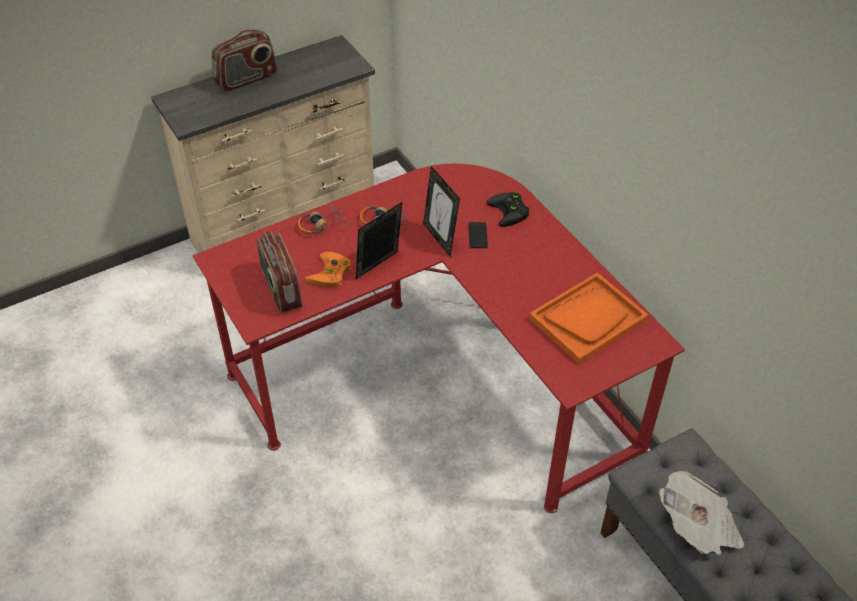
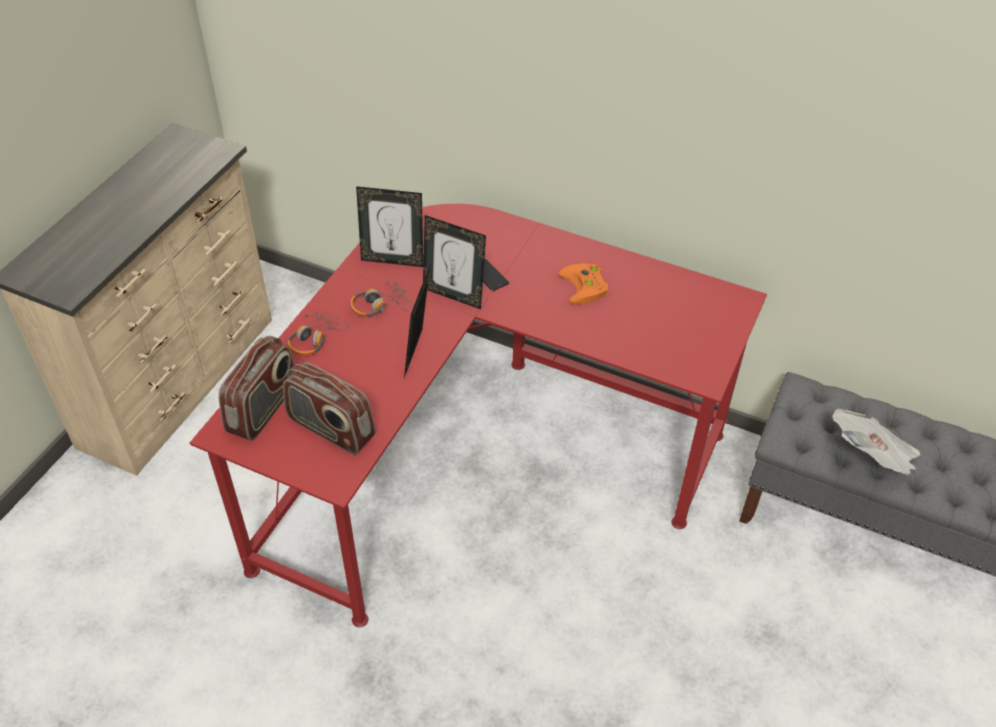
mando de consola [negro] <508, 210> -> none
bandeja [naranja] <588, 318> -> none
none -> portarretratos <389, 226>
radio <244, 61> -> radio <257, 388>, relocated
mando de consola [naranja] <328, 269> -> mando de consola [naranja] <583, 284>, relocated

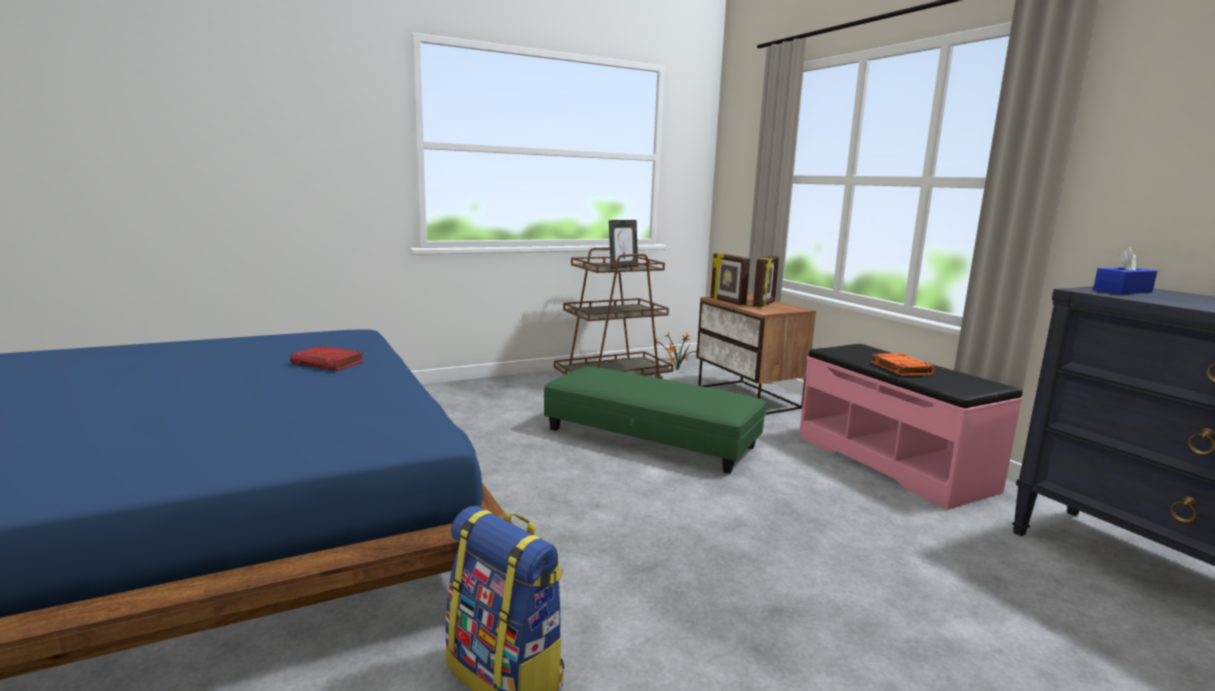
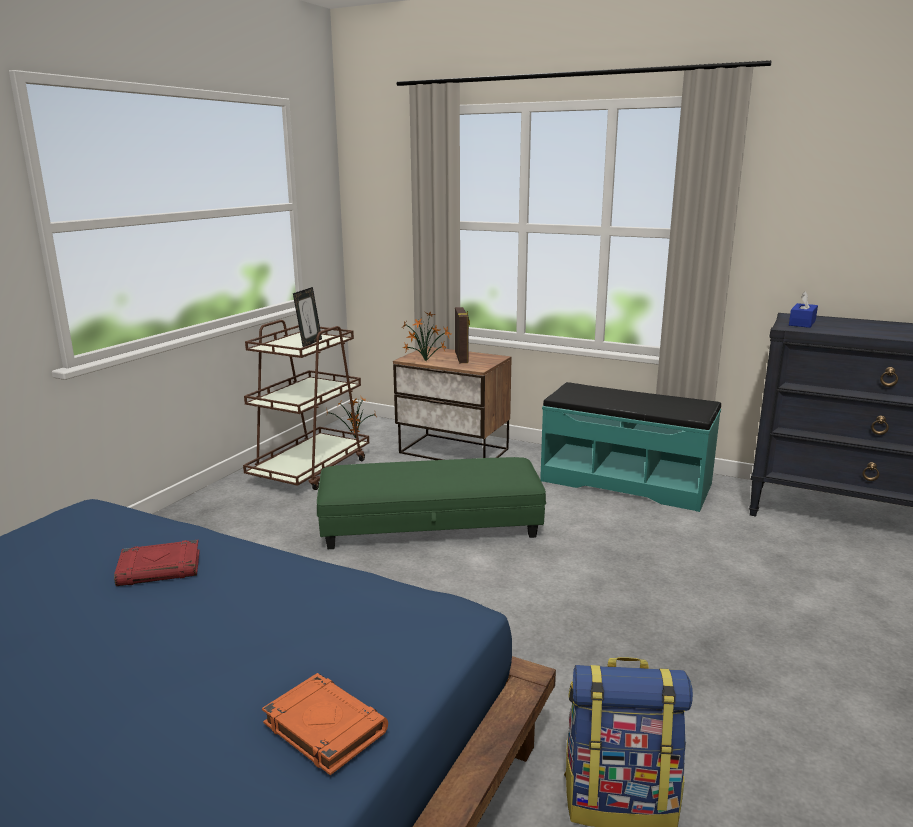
libro [naranja] <903, 364> -> libro [naranja] <325, 724>, relocated
portarretratos <730, 279> -> planta en maceta <426, 336>
banco [rosa] <911, 427> -> banco [turquesa] <630, 447>

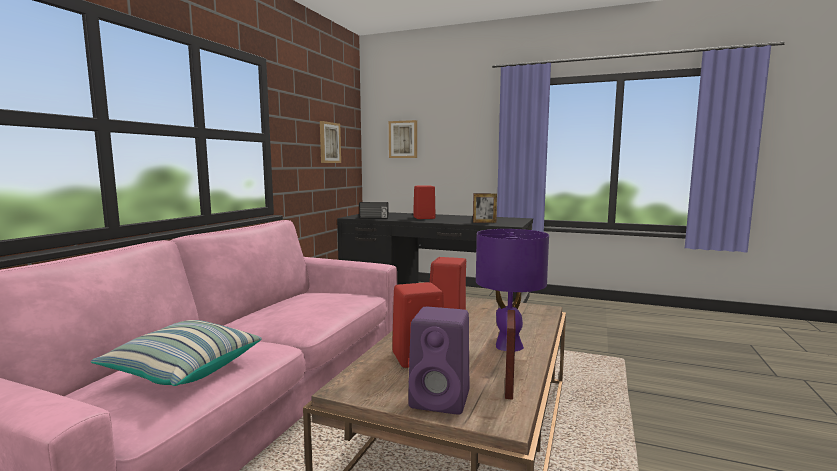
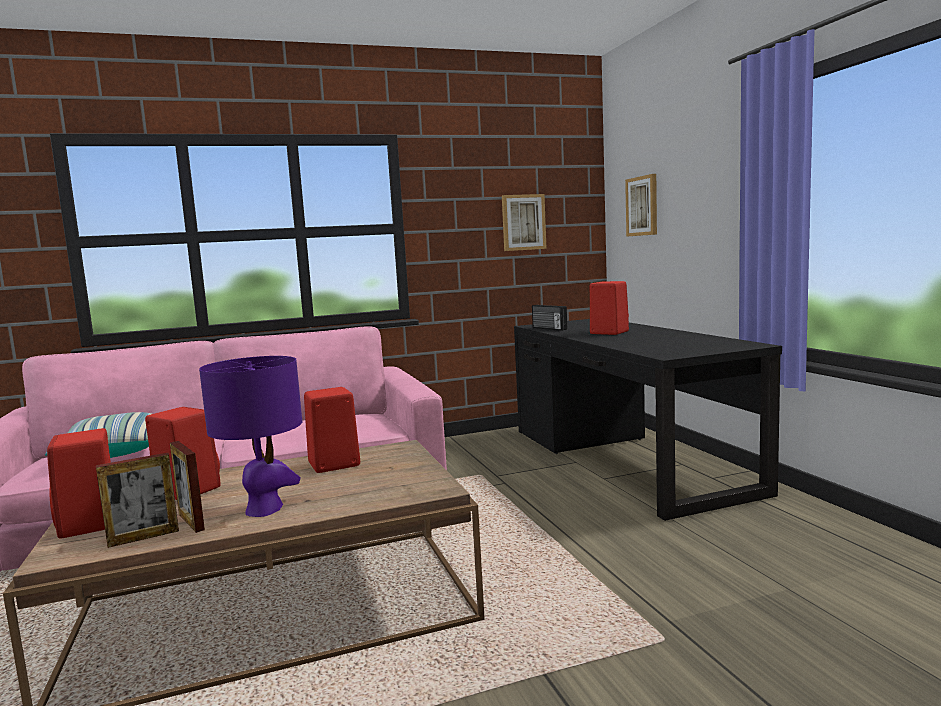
portarretratos <485, 208> -> portarretratos <187, 487>, relocated
altavoz [morado] <438, 361> -> altavoz [rojo] <79, 483>

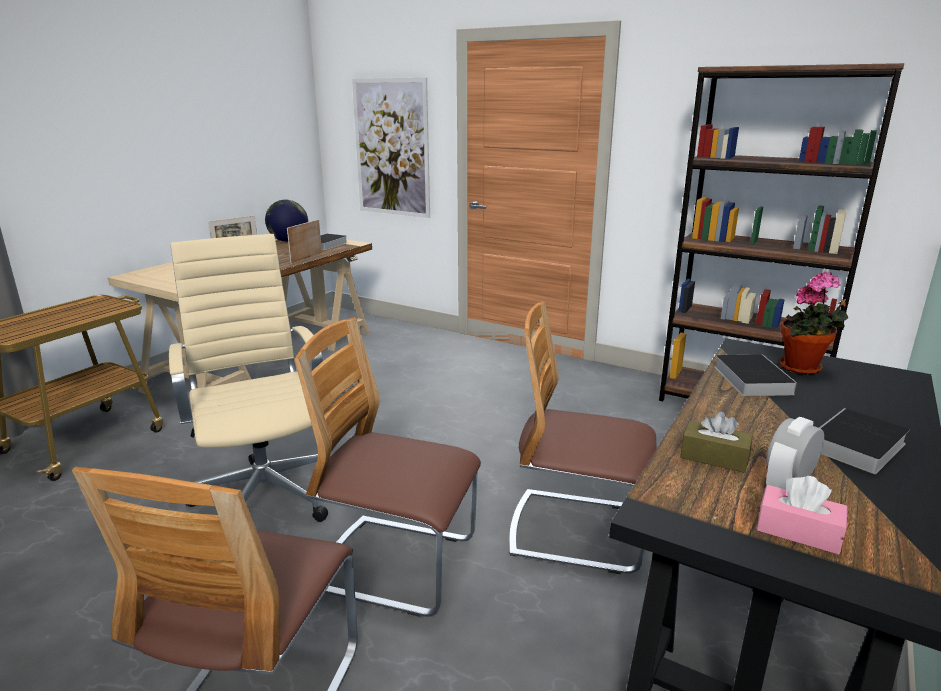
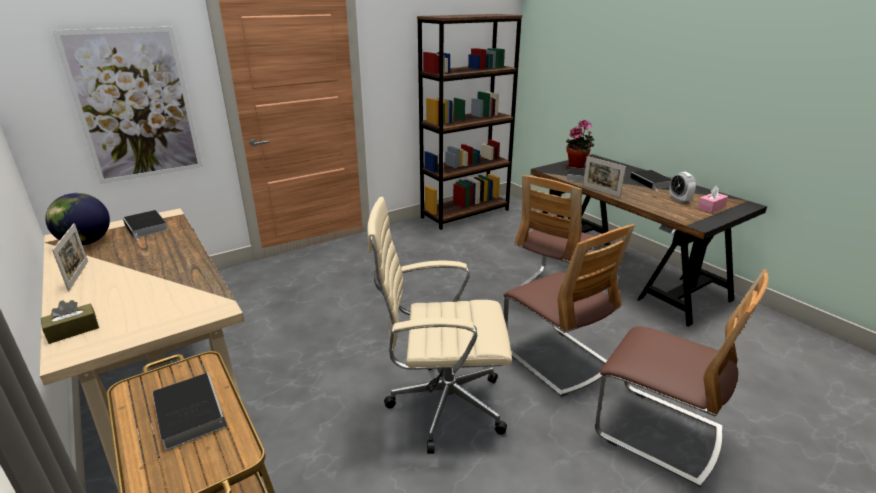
none -> libro <189, 411>
portarretratos <304, 241> -> portarretratos <604, 176>, relocated
caja de pañuelos [marrón] <716, 442> -> caja de pañuelos [marrón] <70, 322>, relocated
silla <387, 467> -> silla <569, 310>, 75 degrees counterclockwise

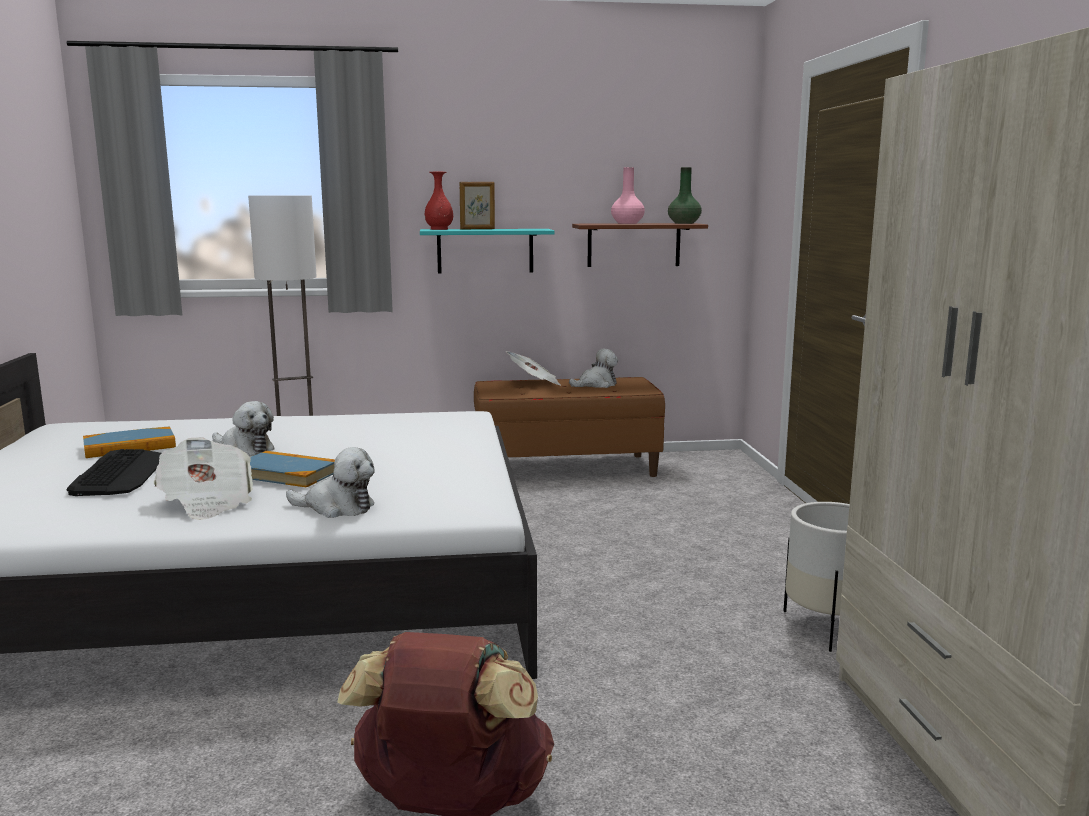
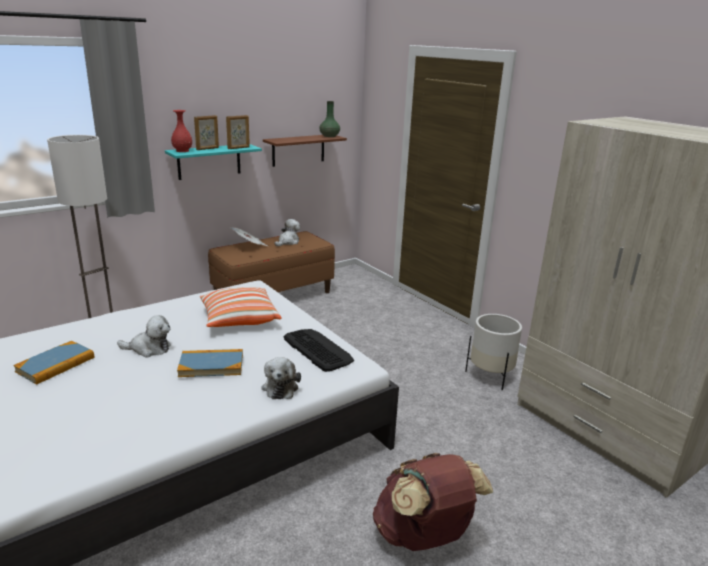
periódico <203, 478> -> none
florero [rosa] <628, 195> -> none
none -> cojín <241, 307>
none -> portarretratos <238, 132>
teclado <114, 472> -> teclado <318, 350>, relocated
peluche <330, 482> -> peluche <281, 378>, 105 degrees clockwise

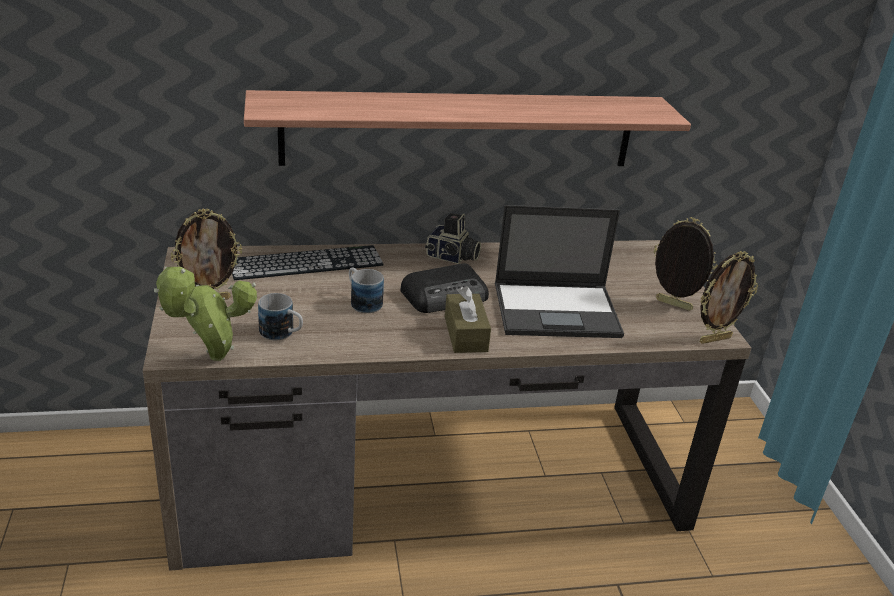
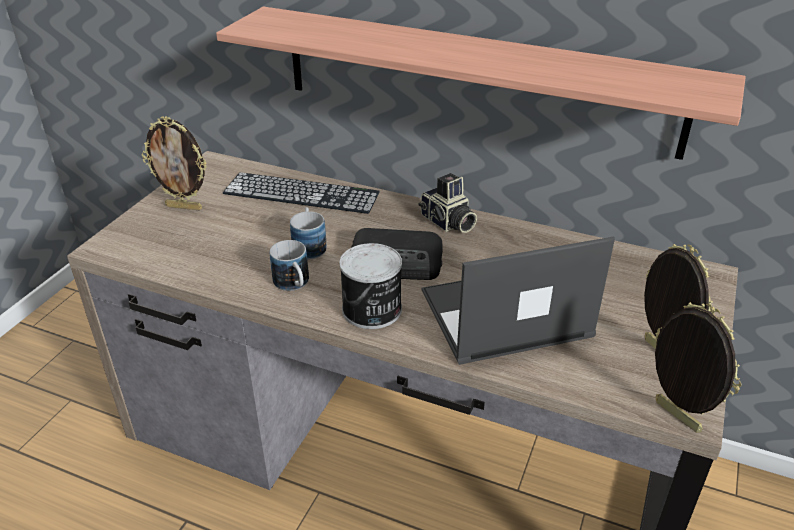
planta en maceta <205, 314> -> none
taza grande <280, 316> -> taza grande <289, 265>, relocated
caja de pañuelos [marrón] <468, 319> -> lata <370, 286>
portátil <559, 271> -> portátil <518, 301>, 135 degrees clockwise
portarretratos <729, 297> -> portarretratos <698, 367>, 135 degrees counterclockwise

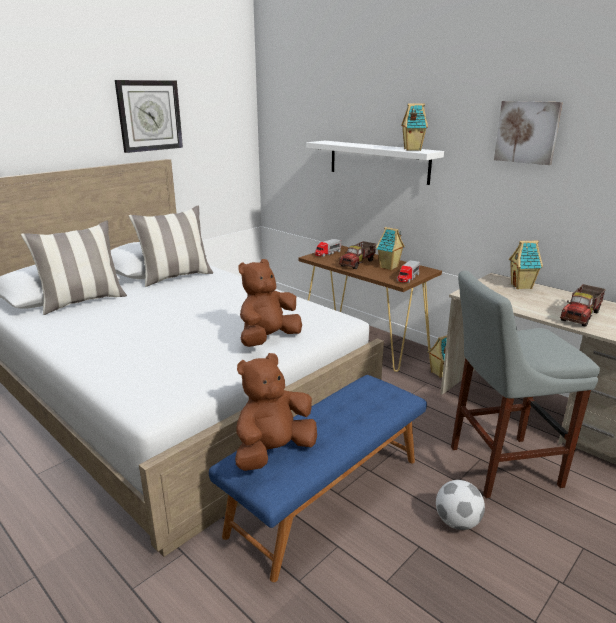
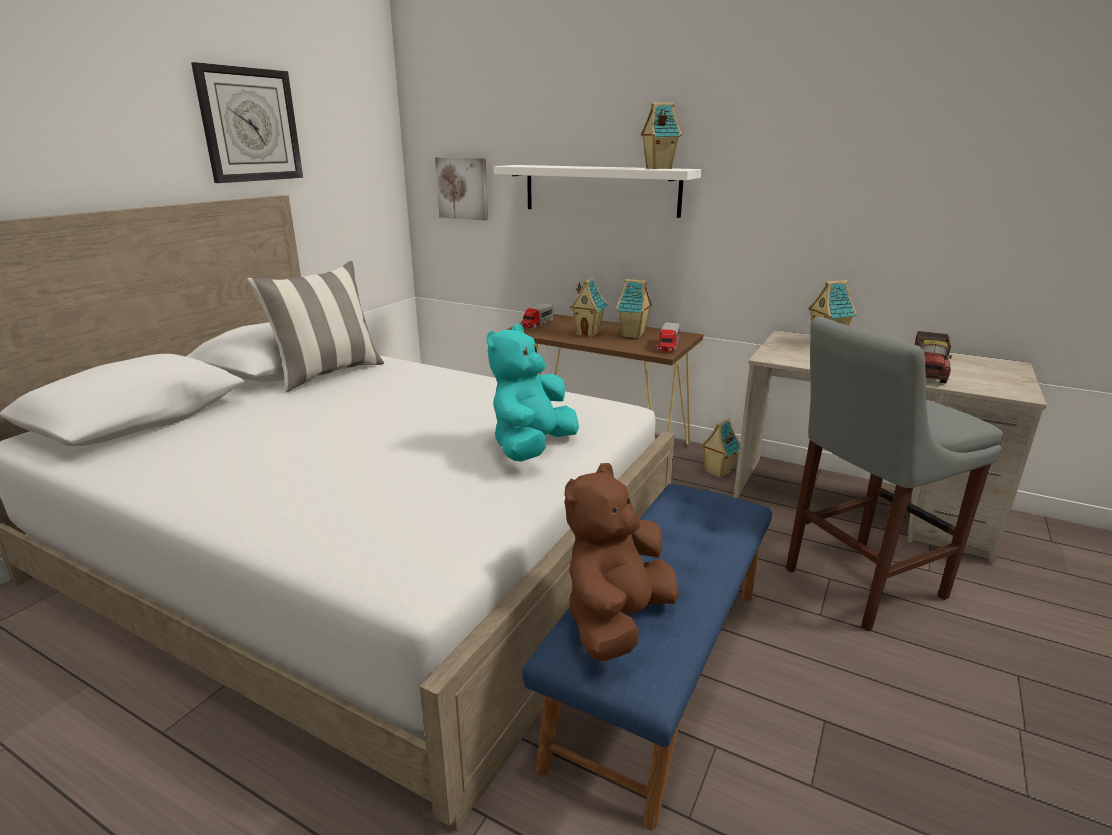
cojín <74, 268> -> none
balón de fútbol <460, 505> -> none
cuadro <528, 133> -> cuadro <461, 188>, relocated
camión de juguete <357, 255> -> casita <588, 307>
peluche [marrón] <270, 303> -> peluche [turquesa] <533, 393>

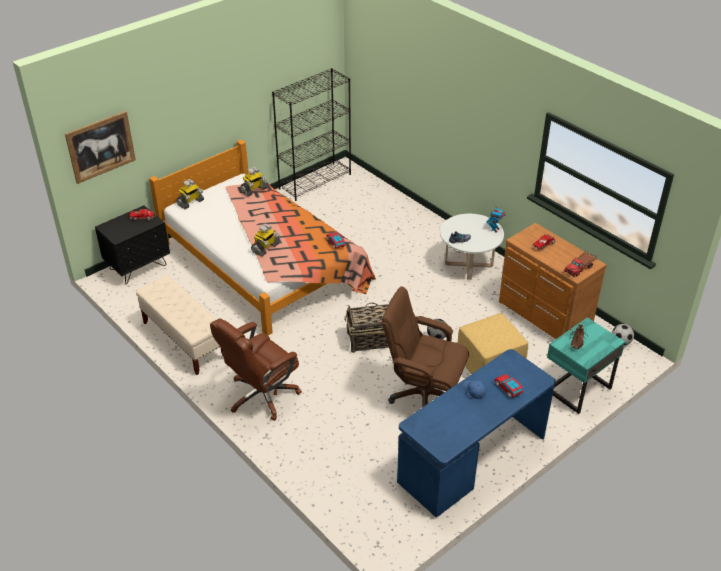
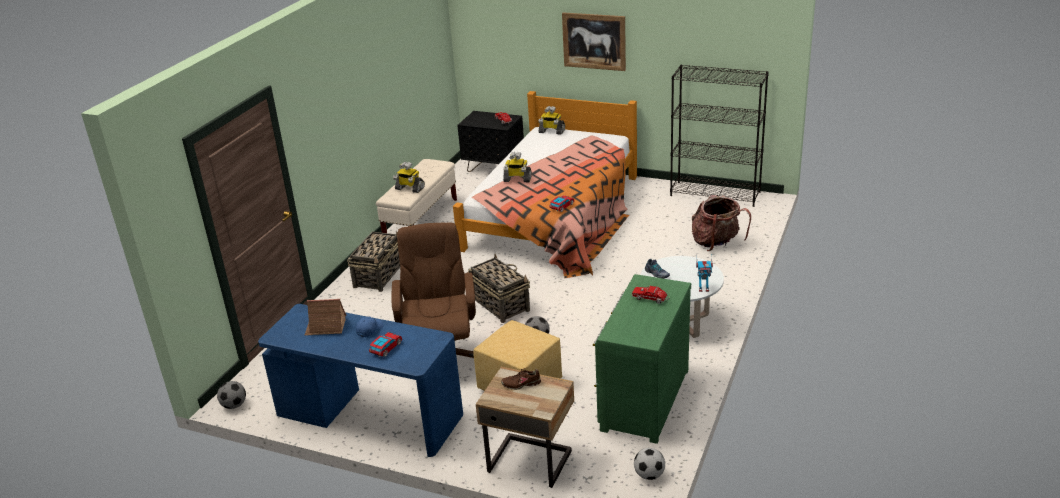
camión de juguete <580, 264> -> none
none -> balón de fútbol <231, 395>
none -> casita <325, 317>
none -> mochila <721, 223>
cuadro <100, 147> -> cuadro <594, 41>, relocated
robot de juguete <253, 181> -> robot de juguete <409, 177>, relocated
silla de oficina [marrón] <256, 370> -> cesta <373, 261>
cómoda [marrón] <553, 281> -> cómoda [verde] <642, 359>
mesita de noche [turquesa] <586, 365> -> mesita de noche [beis] <525, 427>

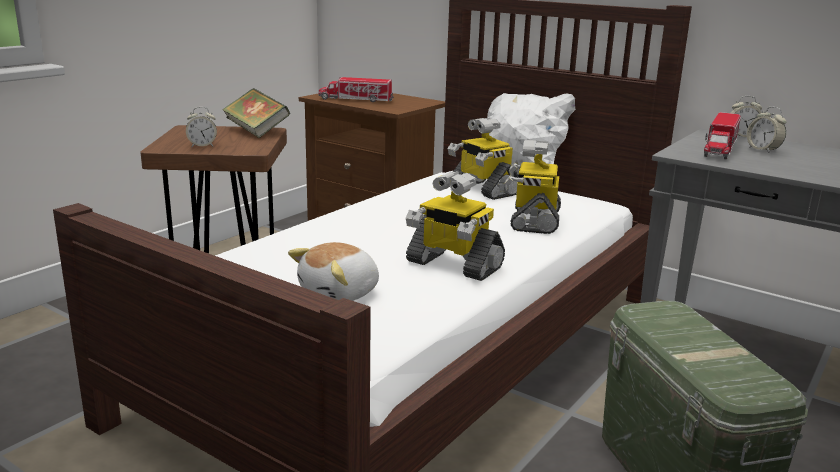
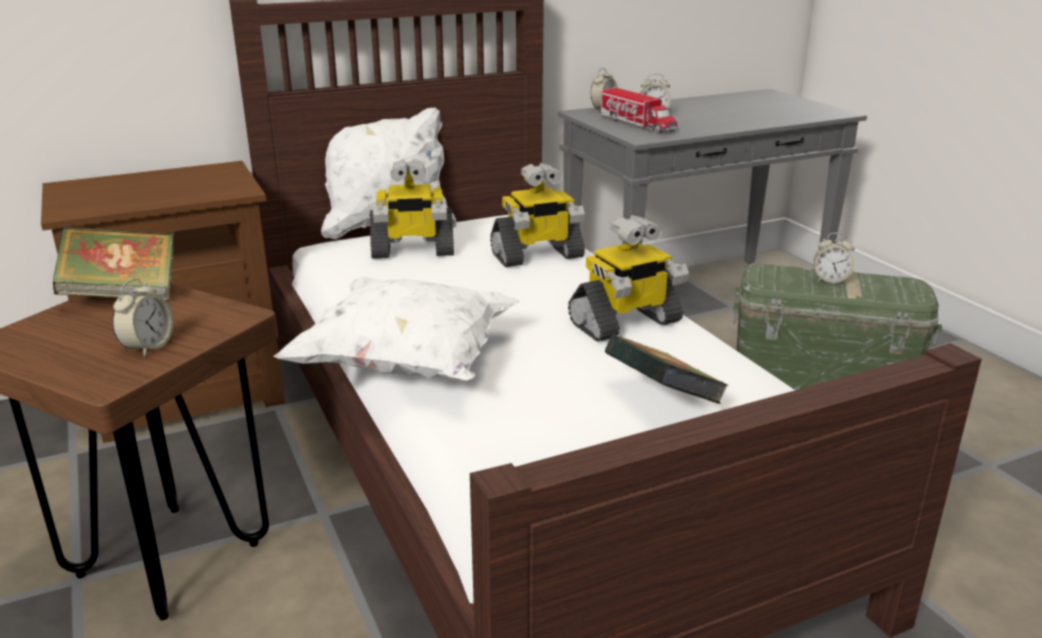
camión de juguete <356, 89> -> none
none -> cojín [blanco] <396, 329>
none -> despertador <834, 258>
peluche <333, 271> -> libro <667, 369>
robot de juguete <532, 187> -> robot de juguete <537, 215>, 60 degrees counterclockwise

